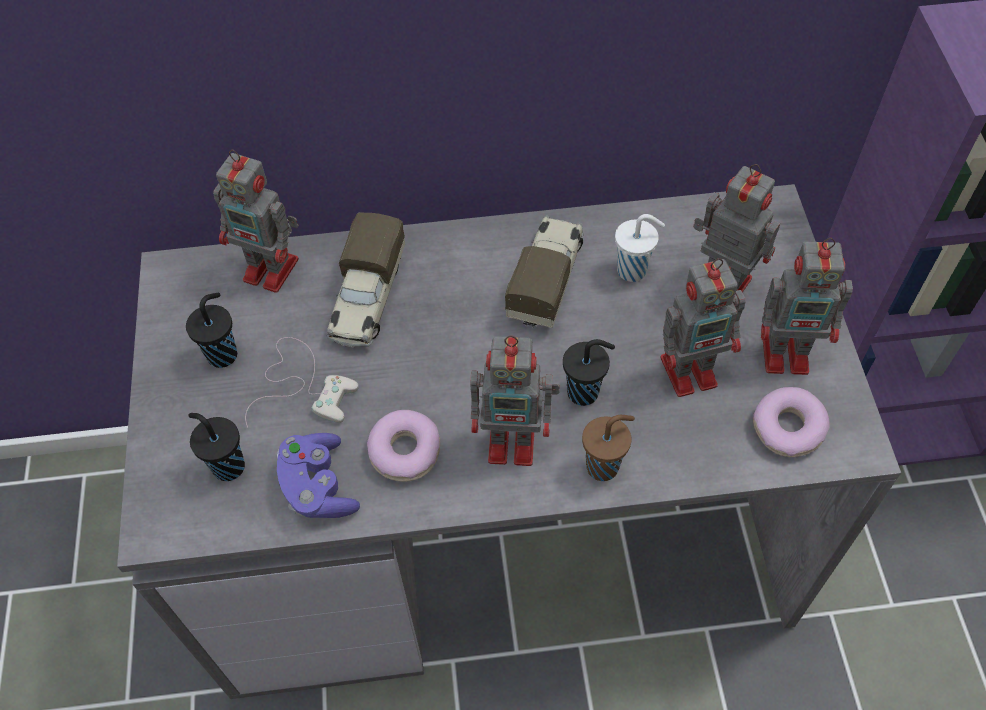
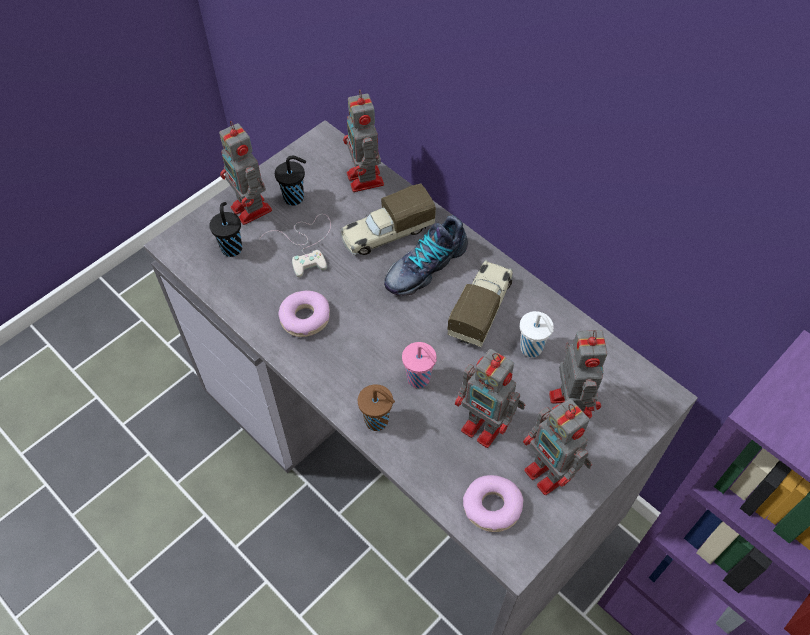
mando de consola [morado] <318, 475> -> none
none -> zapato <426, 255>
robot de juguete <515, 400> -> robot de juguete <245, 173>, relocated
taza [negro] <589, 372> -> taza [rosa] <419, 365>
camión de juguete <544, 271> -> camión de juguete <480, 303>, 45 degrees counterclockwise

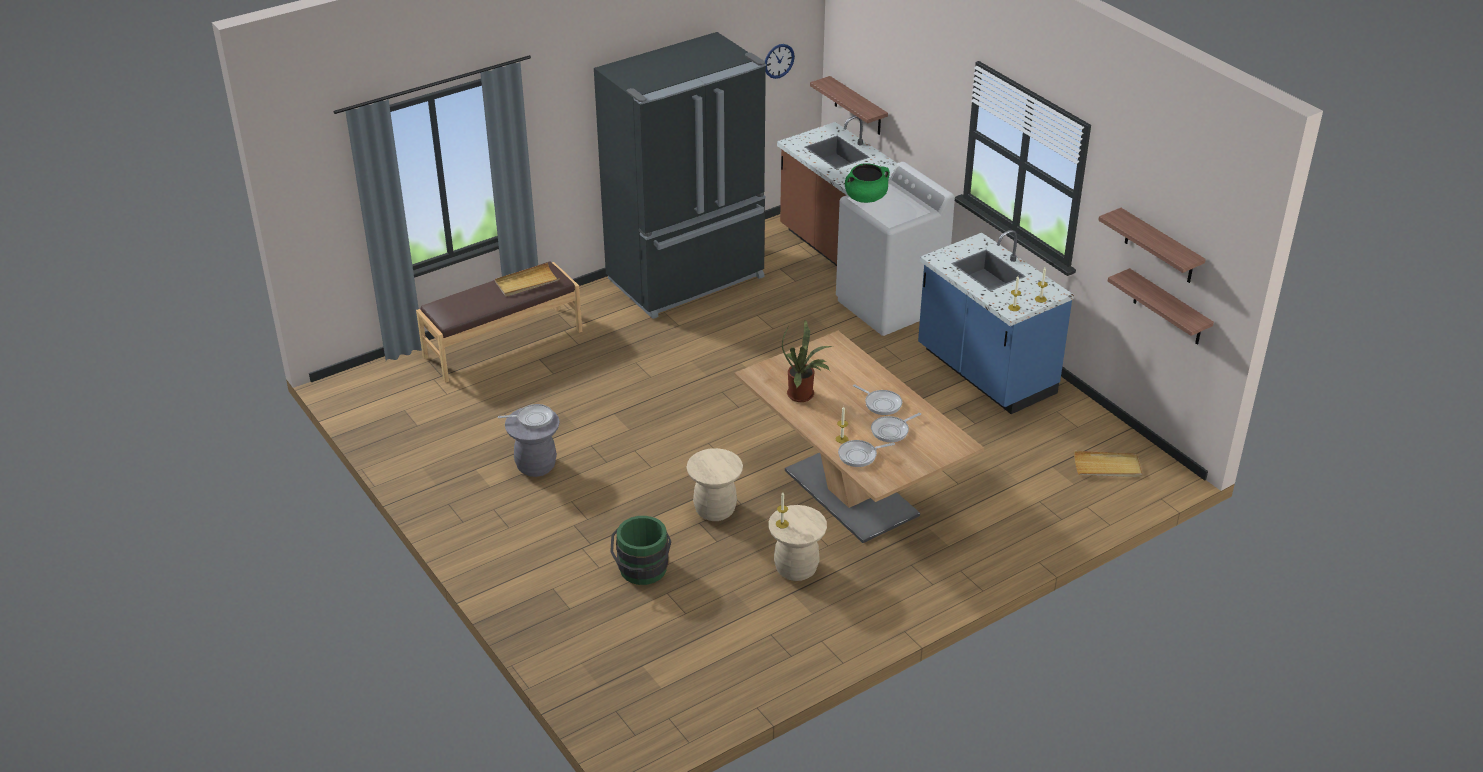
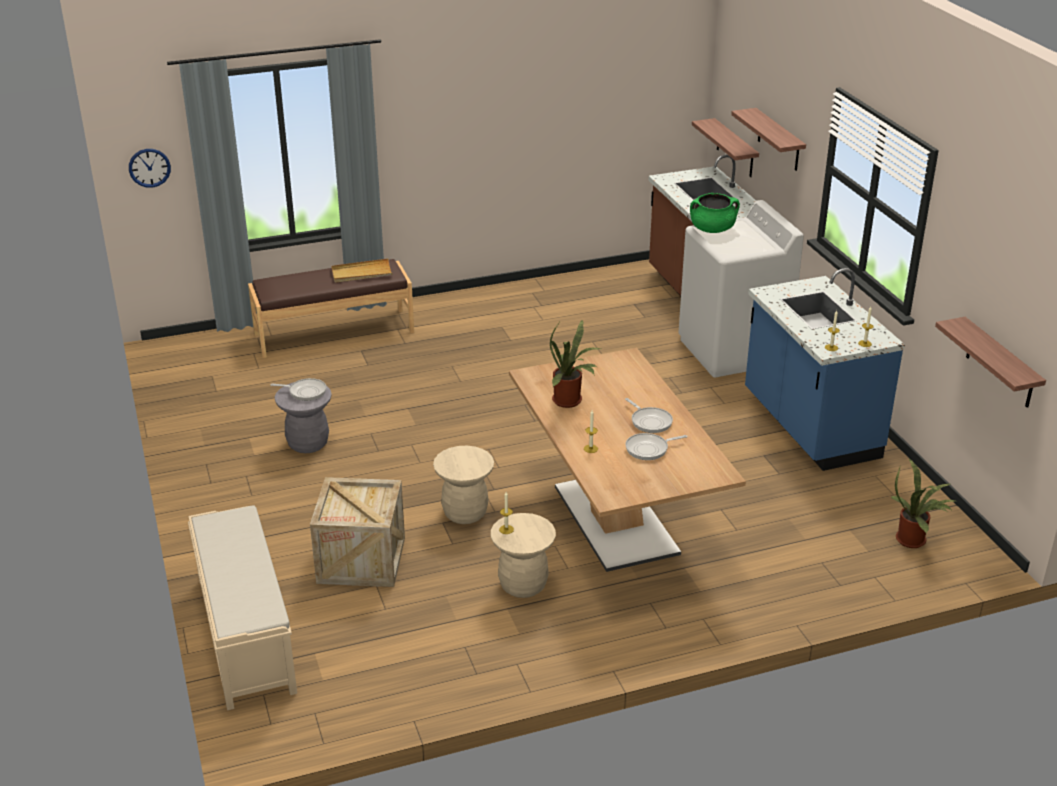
nevera [negro] <680, 175> -> none
sartén <866, 453> -> none
none -> banco [beis] <242, 607>
reloj de pared <780, 61> -> reloj de pared <150, 168>, relocated
estante <1152, 245> -> estante <768, 139>, relocated
cubo [verde] <641, 550> -> caja de embalaje <357, 532>
bandeja [beis] <1108, 464> -> planta en maceta <923, 503>

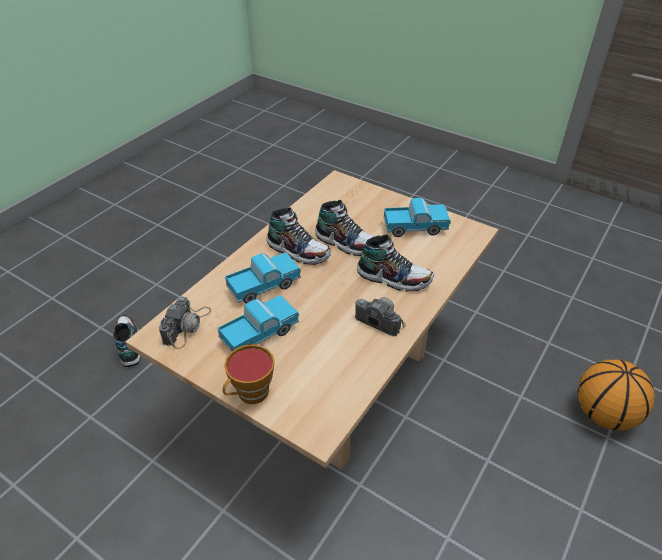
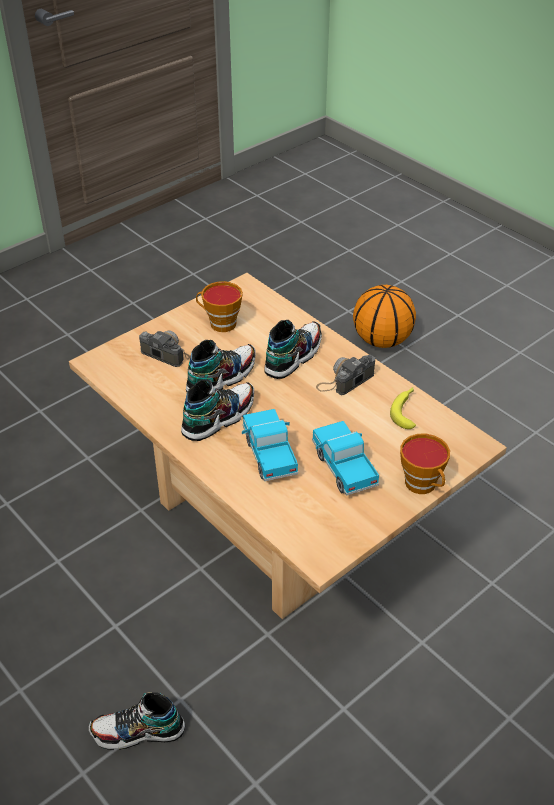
none -> plátano <403, 408>
cámara <185, 322> -> cámara <164, 348>, relocated
camión de juguete <417, 217> -> taza <219, 306>

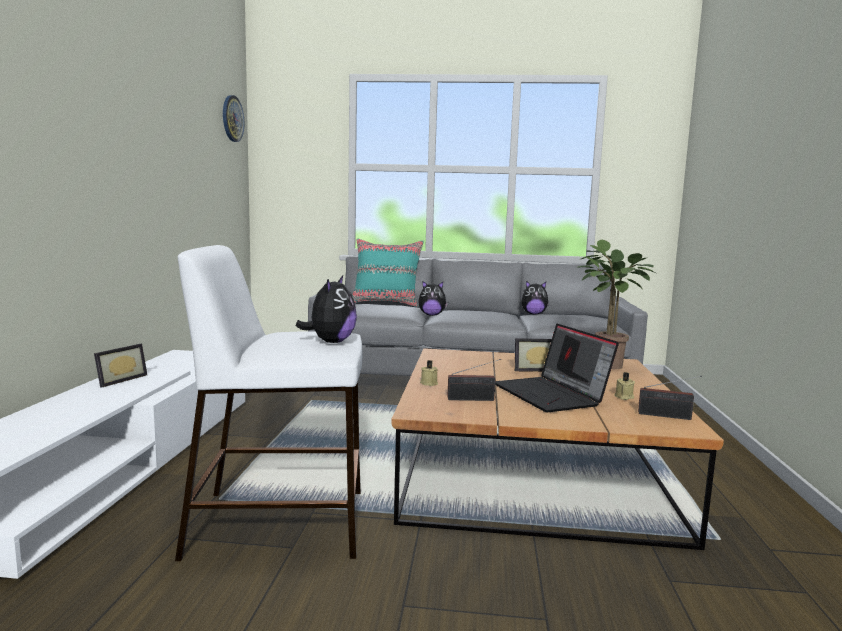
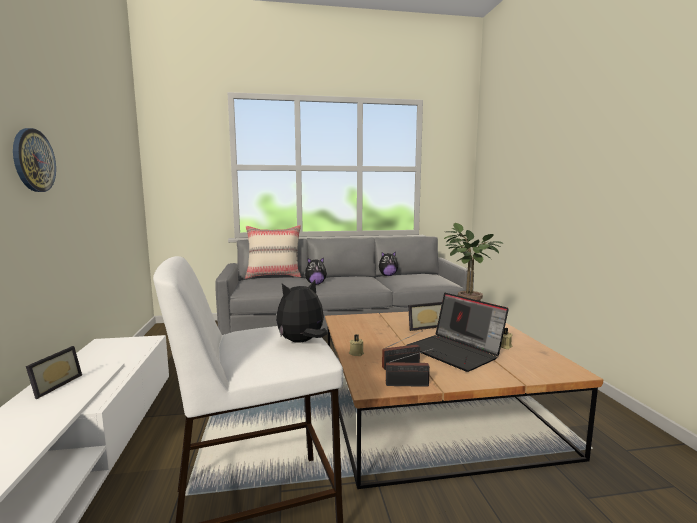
reloj de pared <233, 118> -> reloj de pared <34, 160>, relocated
radio <670, 398> -> radio <410, 367>, relocated
cojín [turquesa] <388, 273> -> cojín [beis] <273, 252>
peluche <326, 309> -> peluche <301, 311>, 120 degrees counterclockwise

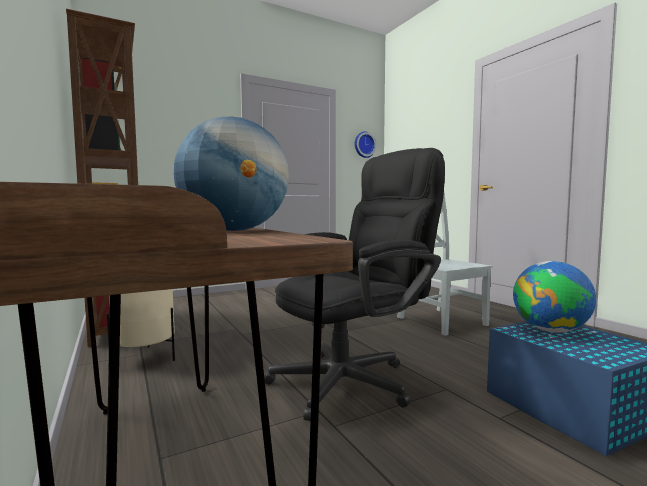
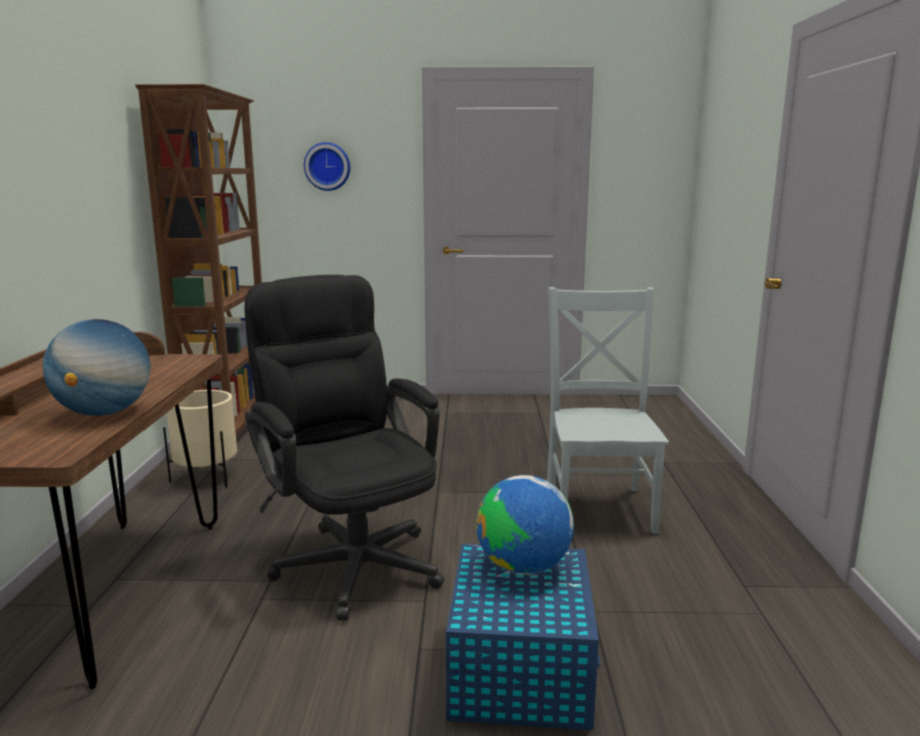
reloj de pared <365, 144> -> reloj de pared <327, 166>, relocated
silla de oficina [negro] <354, 284> -> silla de oficina [negro] <344, 448>, 120 degrees counterclockwise

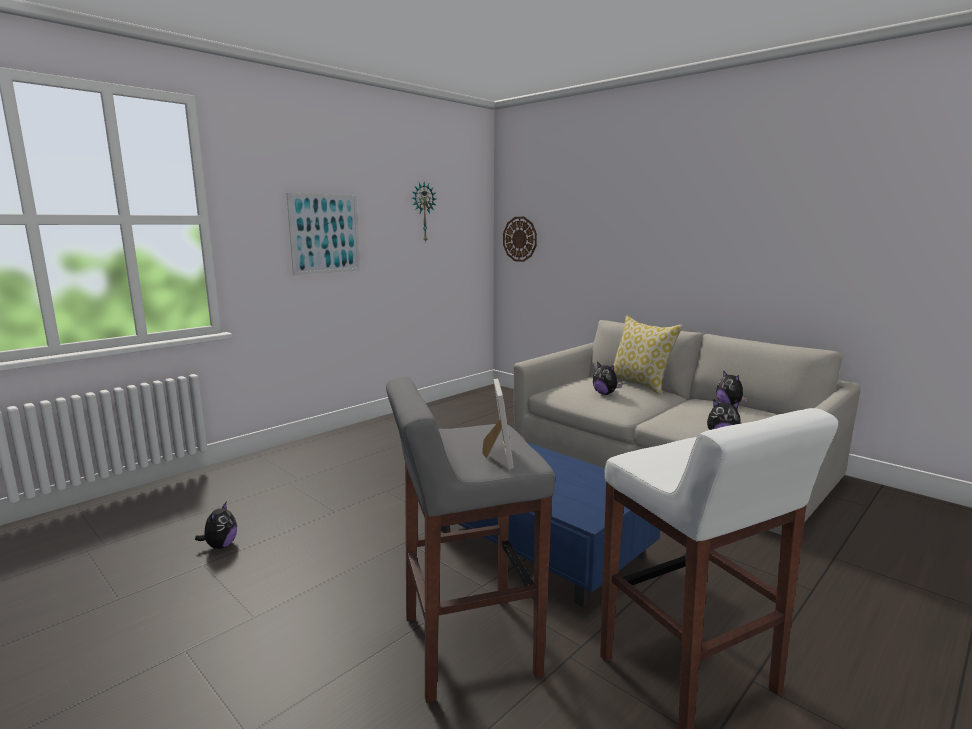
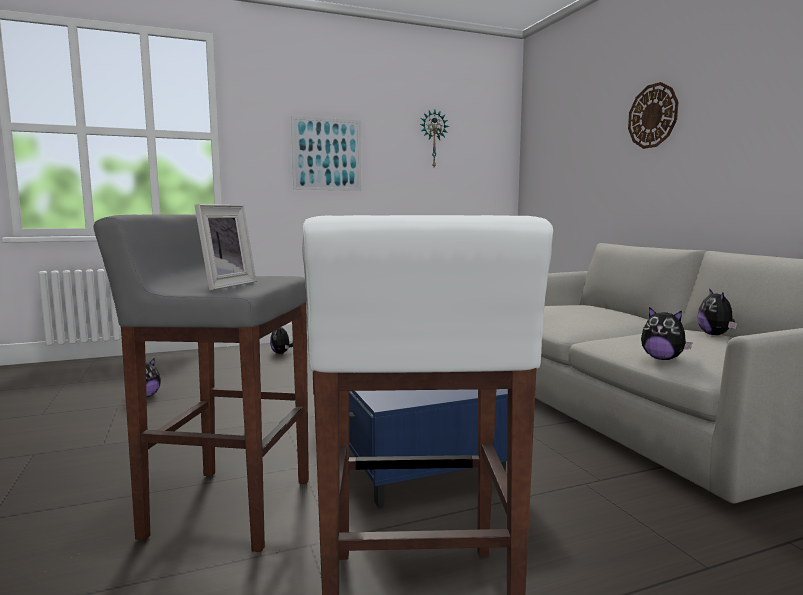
cojín <648, 355> -> none
reloj de pared <520, 239> -> reloj de pared <653, 115>, relocated
peluche <607, 378> -> peluche <281, 340>, relocated

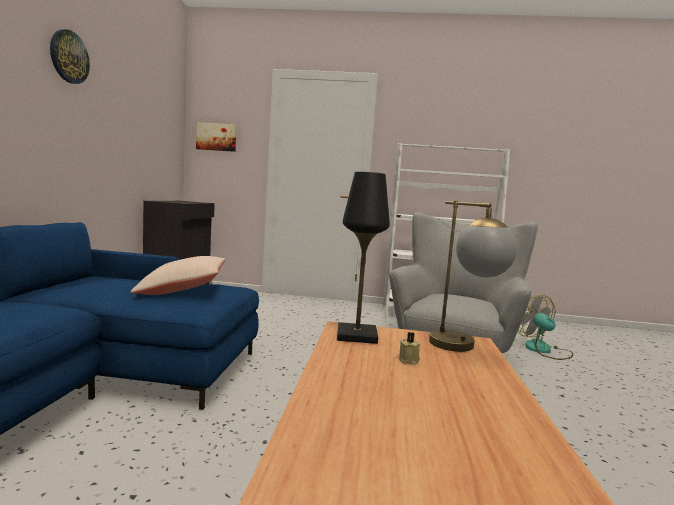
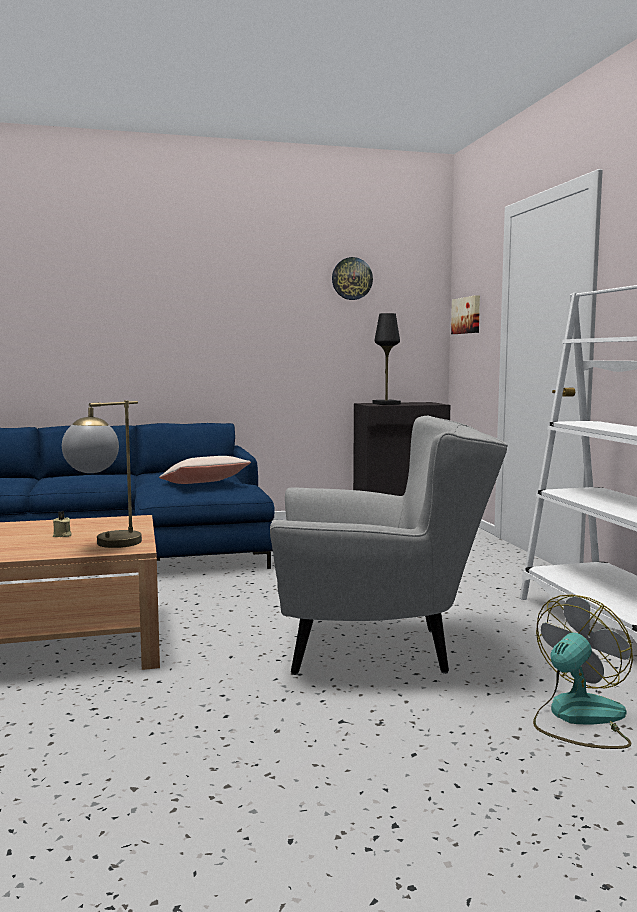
reloj de pared <70, 56> -> reloj de pared <352, 278>, relocated
lámpara de mesa [negro] <363, 258> -> lámpara de mesa [negro] <386, 359>, relocated

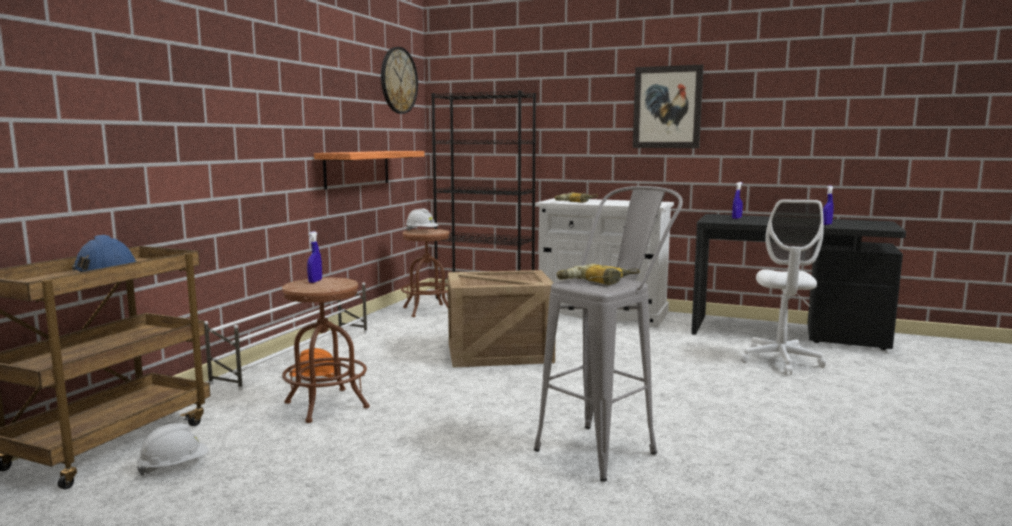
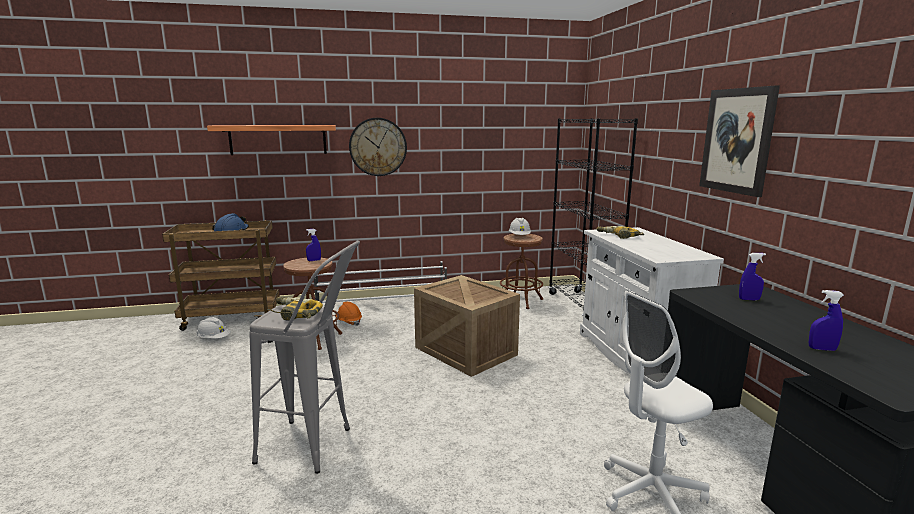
estante <369, 170> -> estante <271, 140>, relocated
reloj de pared <399, 80> -> reloj de pared <378, 147>, relocated

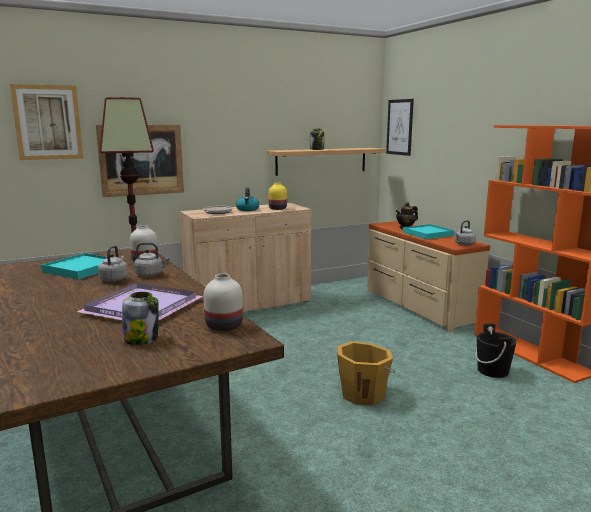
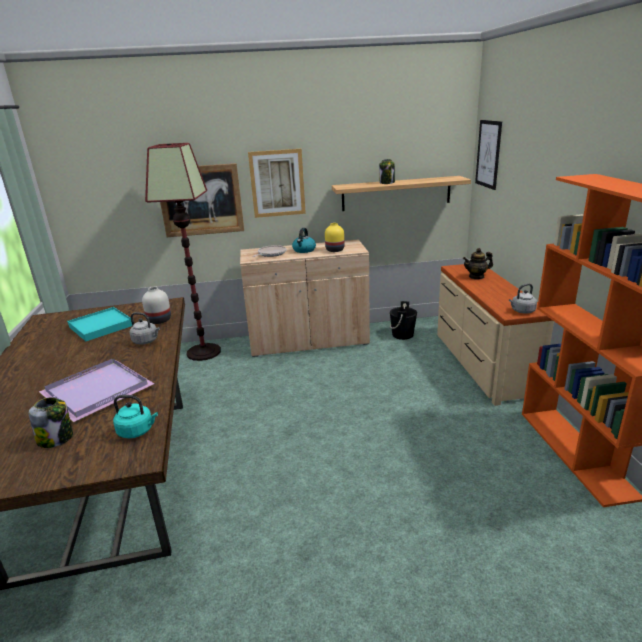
hervidor [gris] <113, 263> -> none
cubo [naranja] <366, 373> -> none
bandeja [turquesa] <429, 231> -> none
cuadro <46, 122> -> cuadro <277, 183>, relocated
cubo [negro] <496, 350> -> cubo [negro] <403, 320>, relocated
florero [blanco] <223, 302> -> hervidor [turquesa] <135, 416>

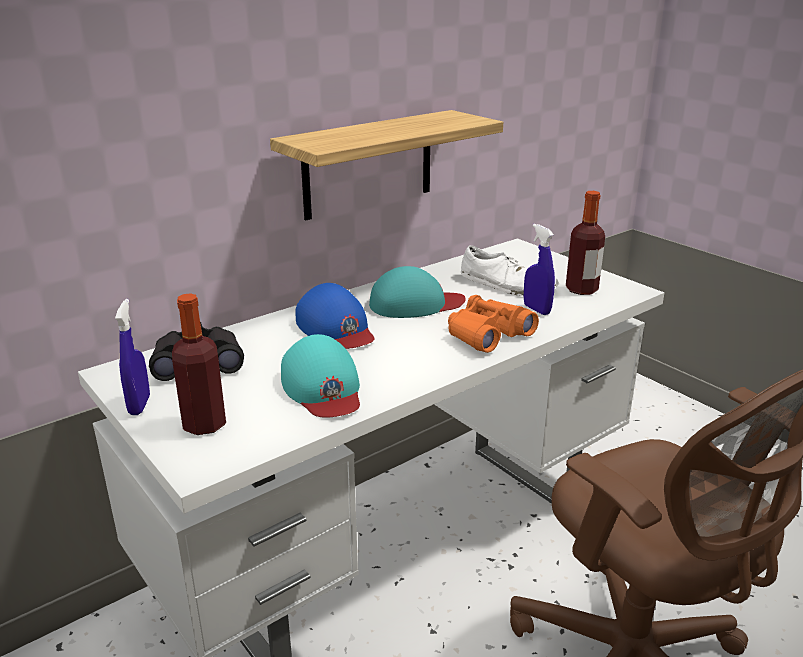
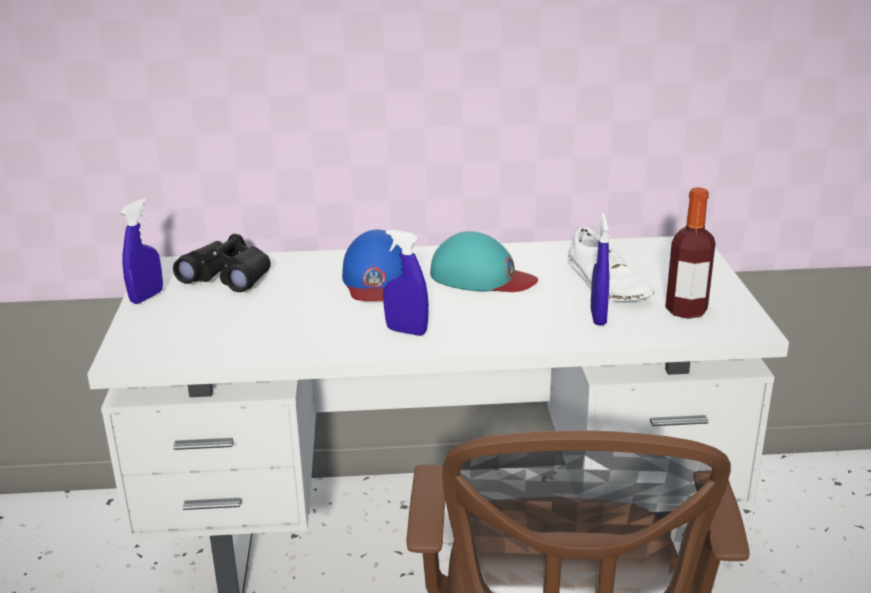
botella <199, 364> -> none
estante <386, 165> -> none
gorra [turquesa] <320, 376> -> none
prismáticos [naranja] <493, 324> -> none
none -> pulverizador [azul] <406, 283>

